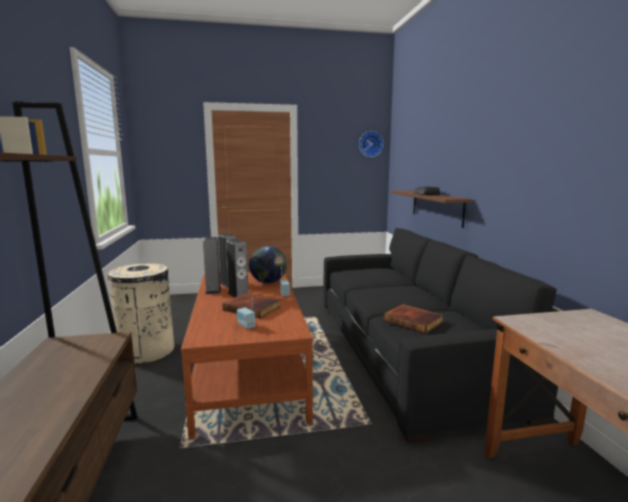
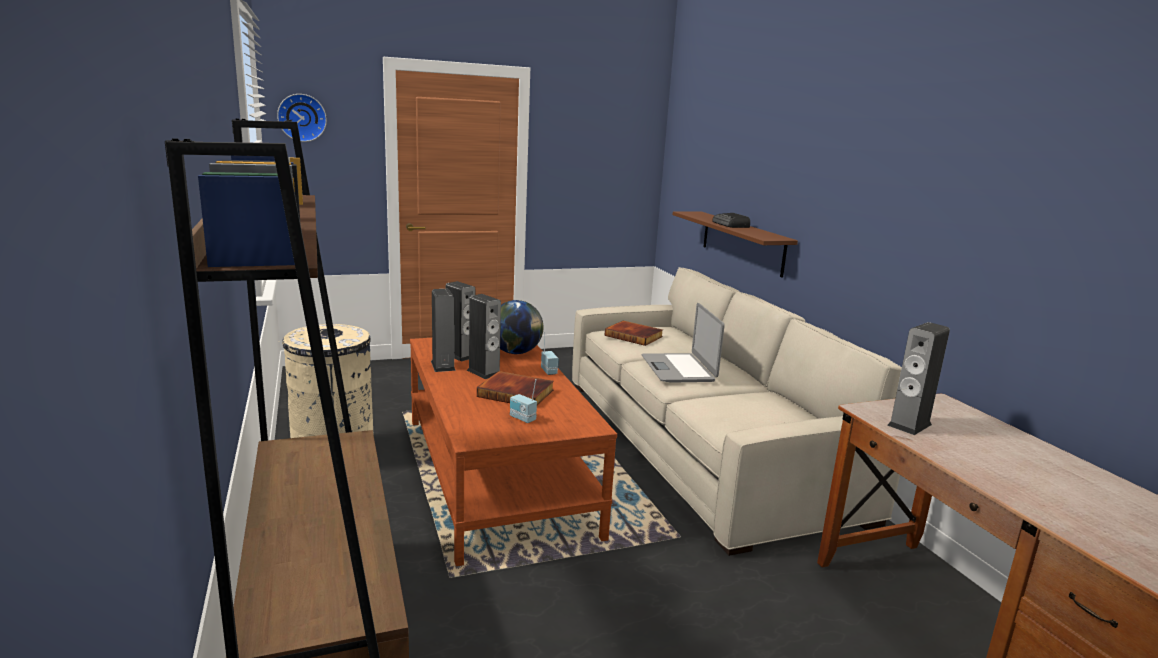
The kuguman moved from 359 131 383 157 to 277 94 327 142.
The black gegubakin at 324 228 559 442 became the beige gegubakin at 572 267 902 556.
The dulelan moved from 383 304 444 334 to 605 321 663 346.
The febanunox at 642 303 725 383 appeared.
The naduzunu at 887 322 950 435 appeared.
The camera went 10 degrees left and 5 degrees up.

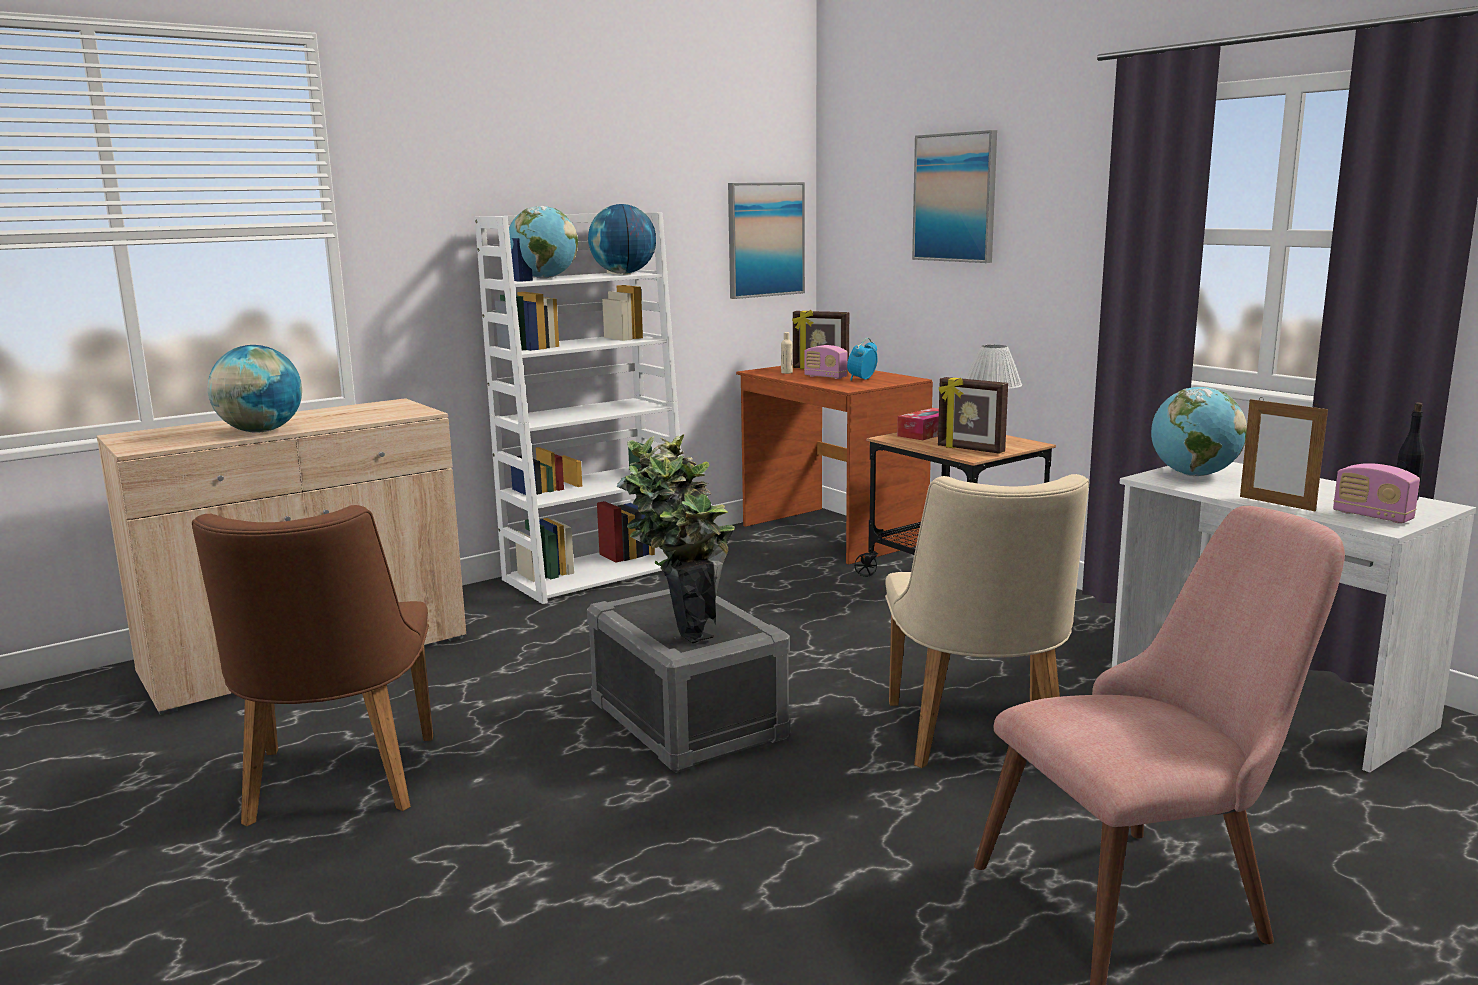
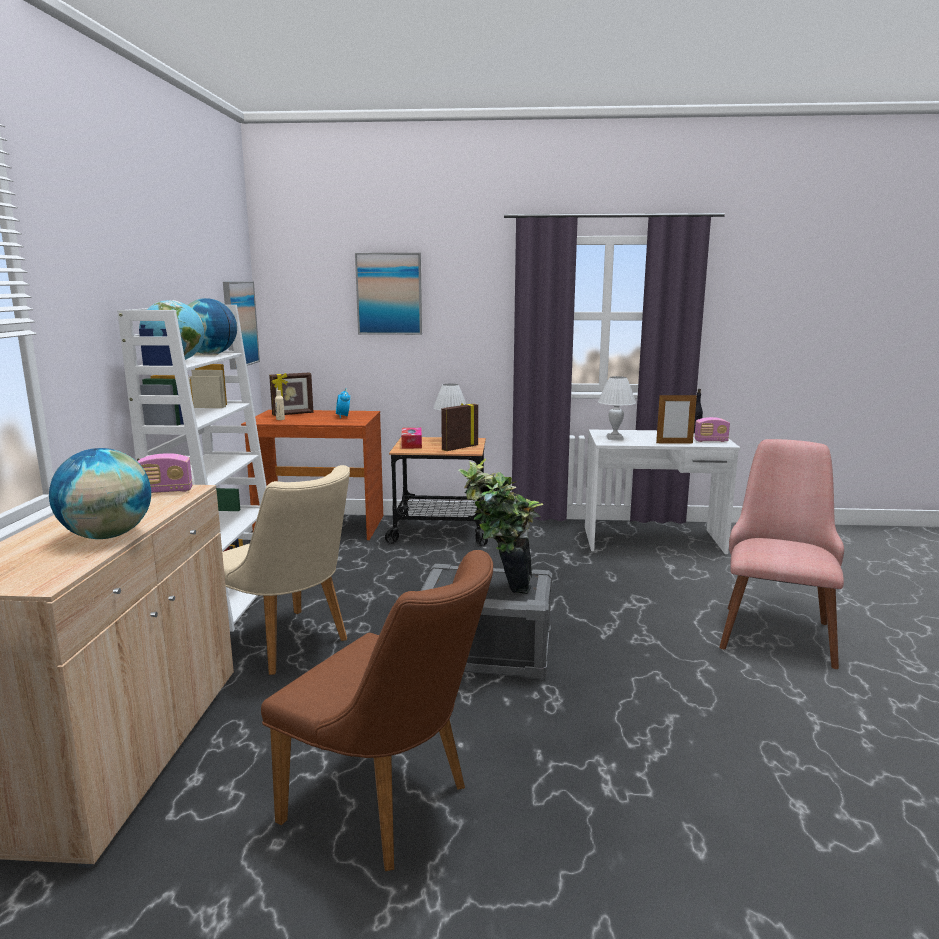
The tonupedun moved from 804 345 848 379 to 137 453 192 493.
The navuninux at 938 377 1008 454 turned 150 degrees clockwise.
The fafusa at 1151 387 1247 476 was replaced by the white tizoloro at 598 376 636 440.
The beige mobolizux moved from 885 474 1089 768 to 222 465 350 675.
The camera went 50 degrees left and 0 degrees up.

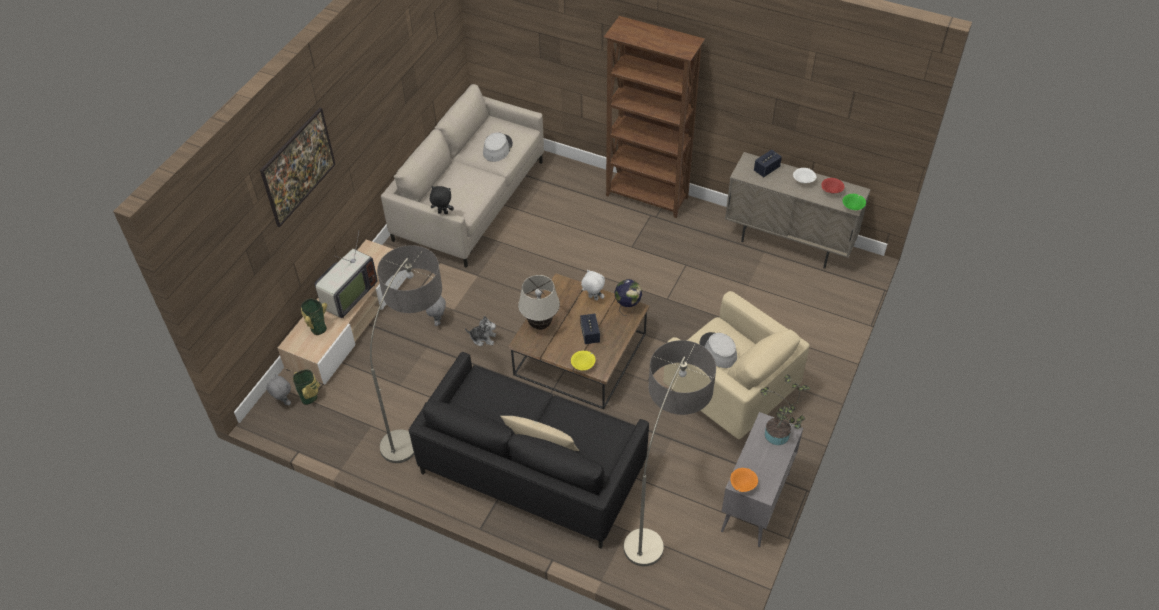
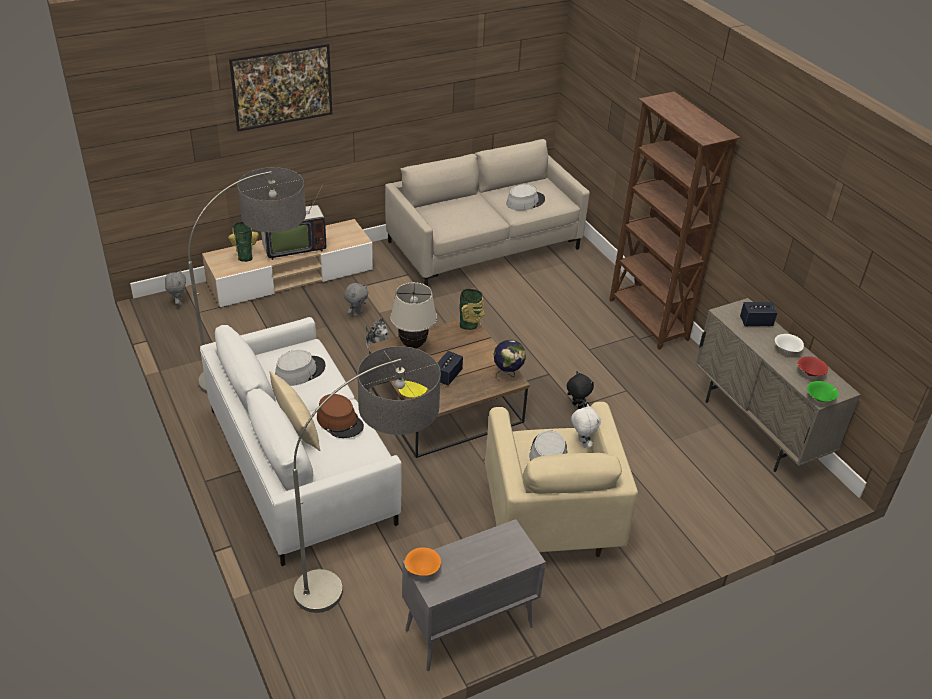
The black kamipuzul moved from 430 186 454 214 to 567 371 594 409.
The white kamipuzul moved from 581 270 605 301 to 571 404 601 448.
The black gegubakin at 409 352 649 549 became the white gegubakin at 200 317 402 566.
The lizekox moved from 293 369 320 405 to 459 289 485 330.
The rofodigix at 761 374 811 445 disappeared.
The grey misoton at 275 350 326 386 appeared.
The brown misoton at 317 394 364 438 appeared.
The camera went 35 degrees right and 10 degrees down.

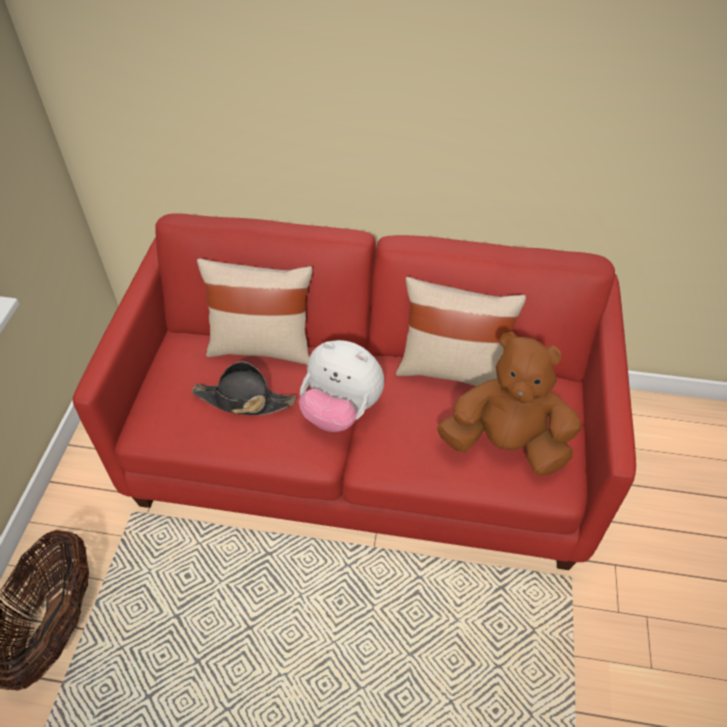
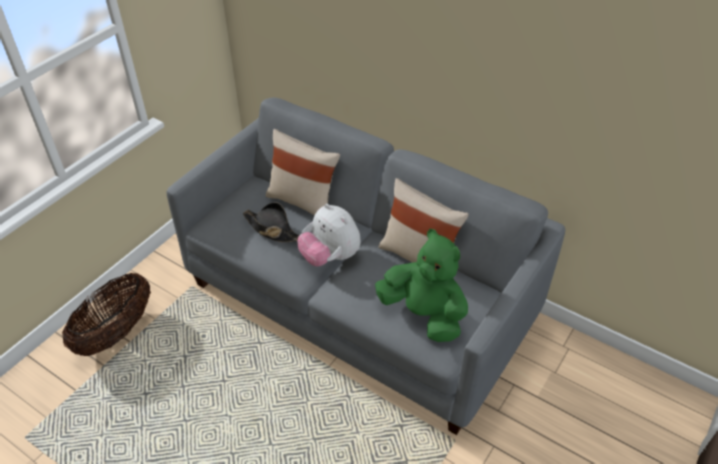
The red gegubakin at 73 213 636 570 became the grey gegubakin at 166 97 565 435.
The brown kamipuzul at 437 332 581 475 became the green kamipuzul at 375 229 468 342.
The camera went 25 degrees right and 5 degrees down.

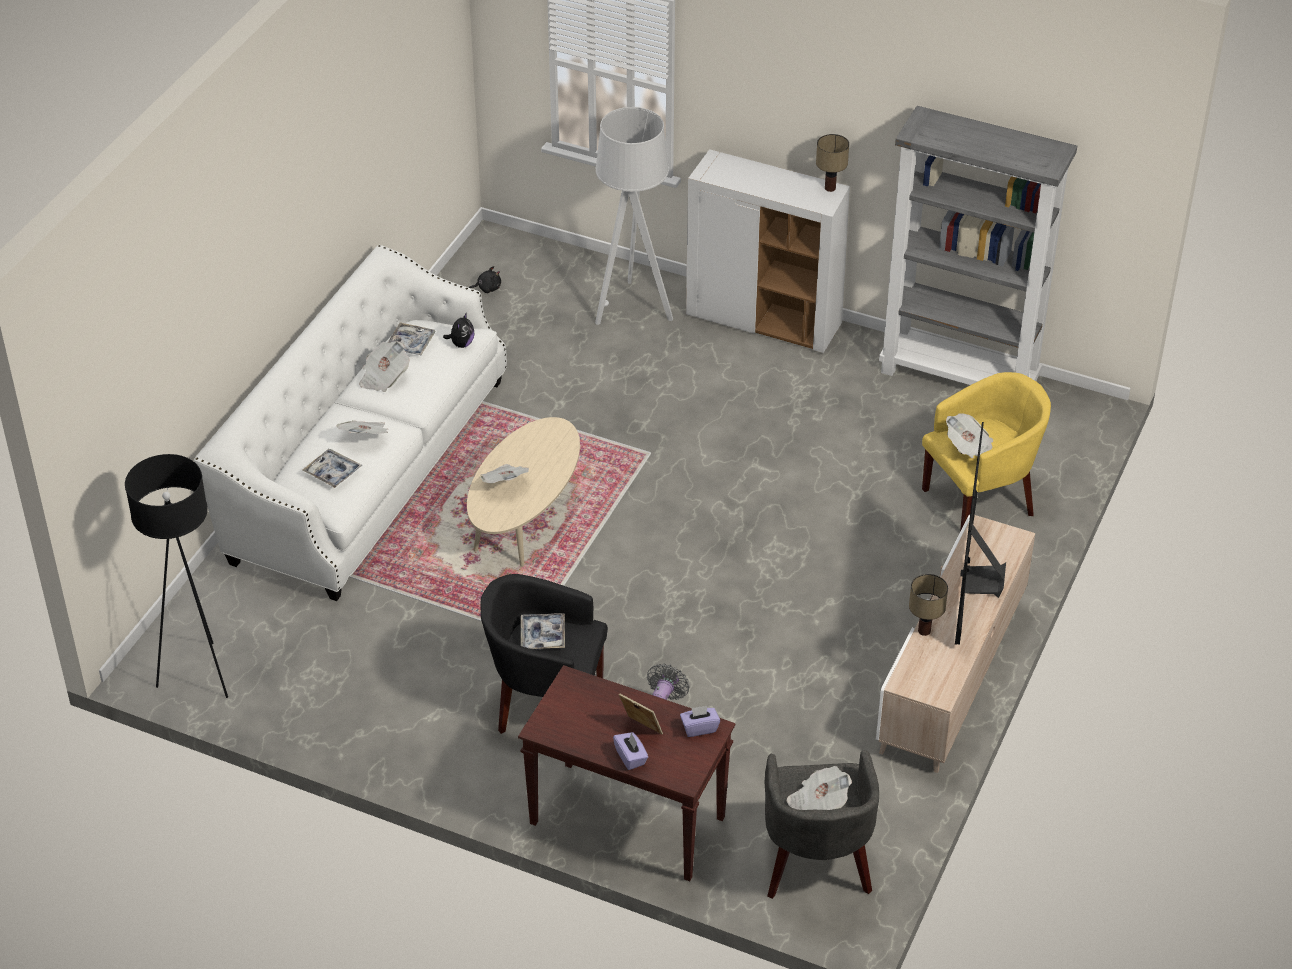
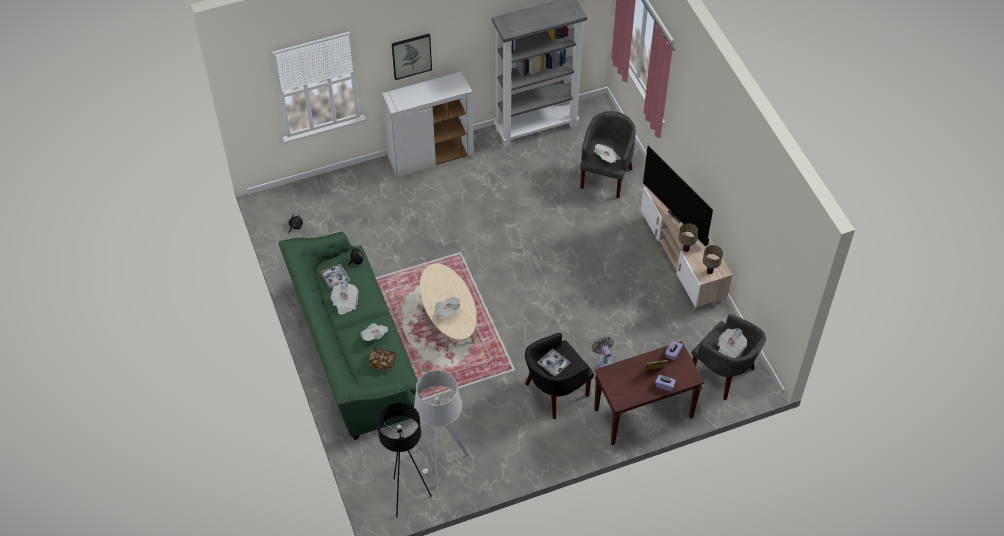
The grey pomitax moved from 595 107 673 325 to 414 370 469 488.
The tizoloro moved from 816 134 849 192 to 703 245 723 274.
The white gegubakin at 194 245 507 601 became the green gegubakin at 279 232 421 440.
The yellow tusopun at 922 372 1051 532 became the grey tusopun at 580 111 636 198.
The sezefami at 302 449 362 488 was replaced by the dulelan at 368 348 396 371.
The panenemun at 392 34 432 80 appeared.
The camera went 45 degrees left and 10 degrees up.

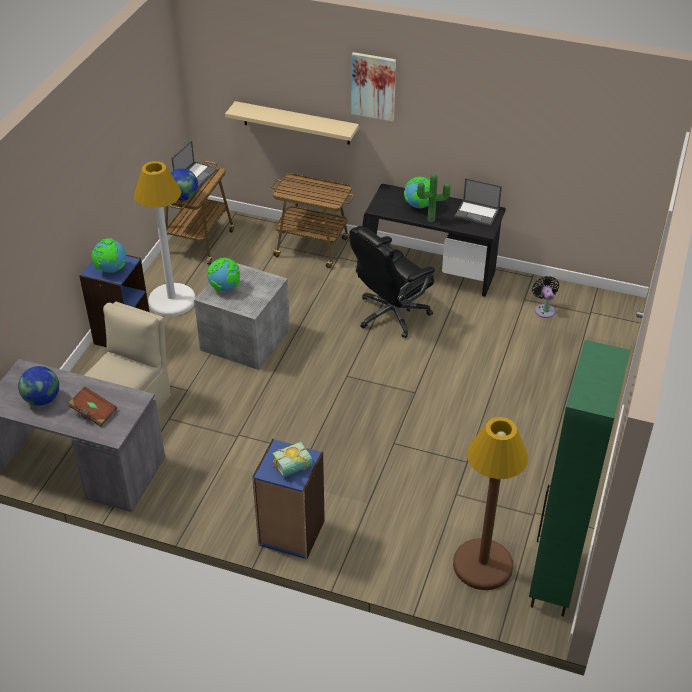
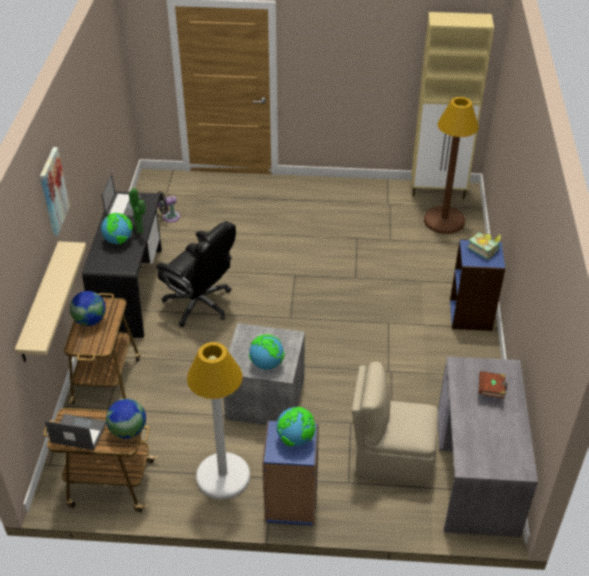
The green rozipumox at 529 340 630 617 became the beige rozipumox at 412 12 494 199.
The fafusa moved from 18 366 59 406 to 70 291 106 326.
The camera went 105 degrees left and 0 degrees up.

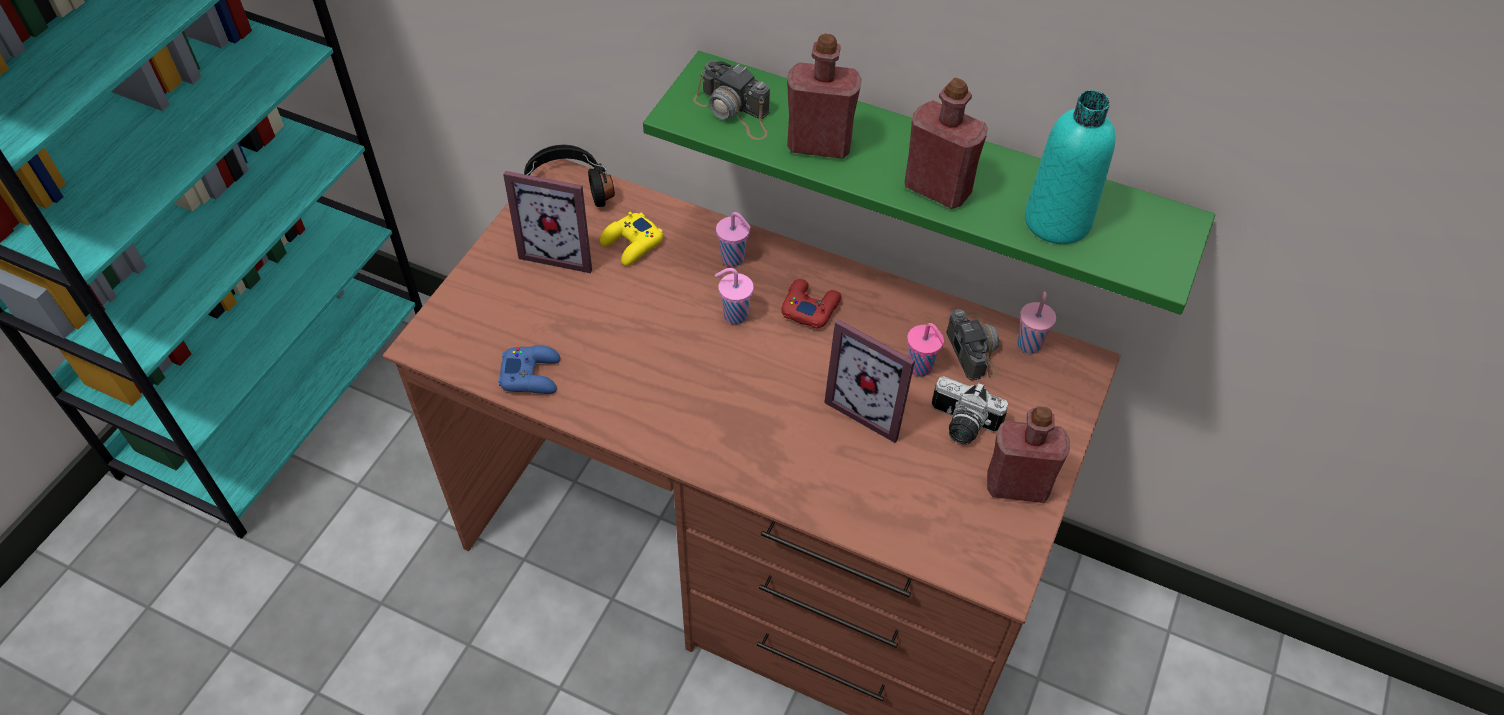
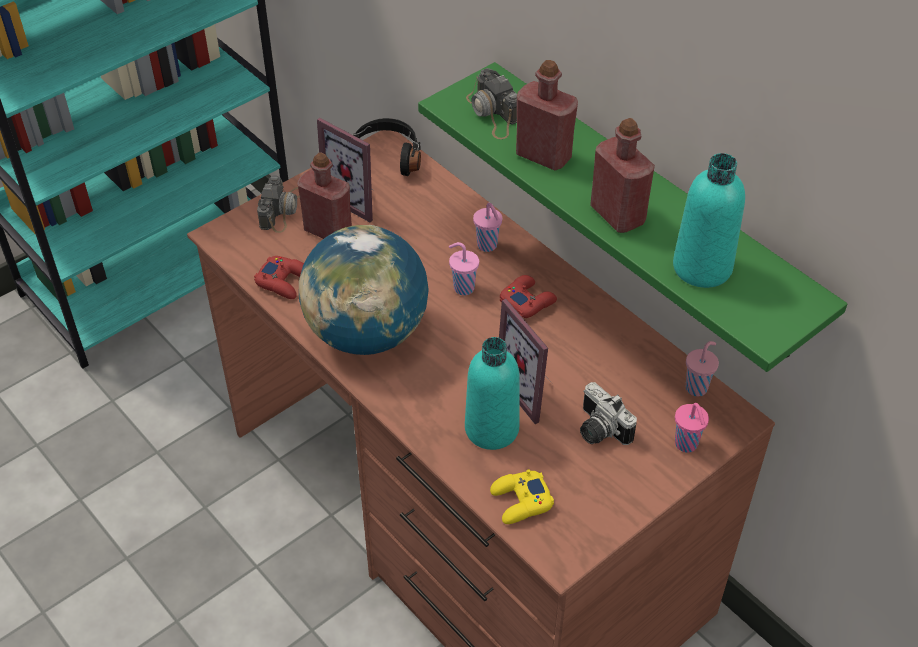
The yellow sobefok moved from 600 212 663 266 to 490 469 554 524.
The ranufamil moved from 946 309 999 381 to 257 175 300 233.
The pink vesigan moved from 907 323 945 377 to 675 403 709 453.
The blue sobefok at 498 345 560 394 became the red sobefok at 254 256 304 299.
The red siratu moved from 987 406 1070 503 to 297 152 352 239.
The fafusa at 299 225 429 355 appeared.
The turquoise siratu at 465 337 520 450 appeared.
The camera went 25 degrees right and 5 degrees down.

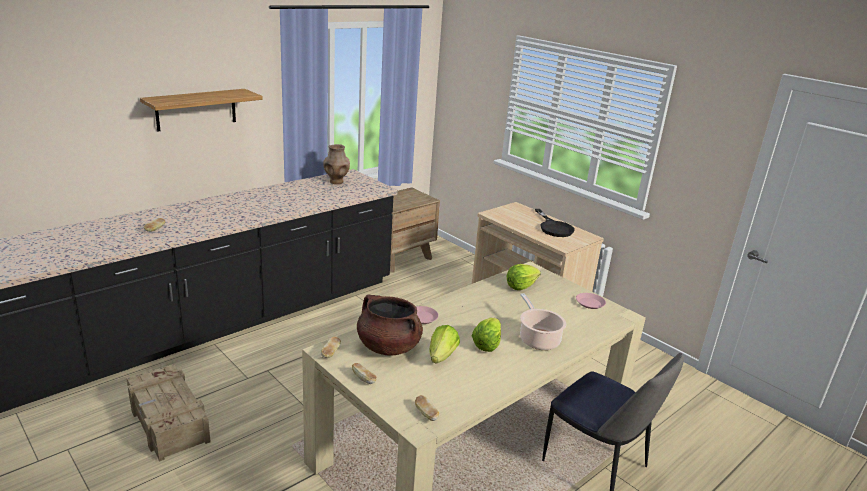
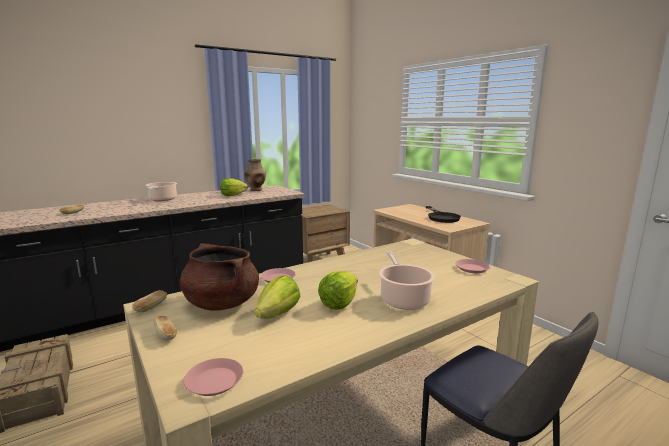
The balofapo at 140 89 263 131 disappeared.
The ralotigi moved from 506 264 541 290 to 220 178 248 196.
The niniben at 415 395 439 421 was replaced by the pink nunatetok at 184 358 243 396.
The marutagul at 146 182 177 201 appeared.
The camera went 10 degrees right and 10 degrees down.

